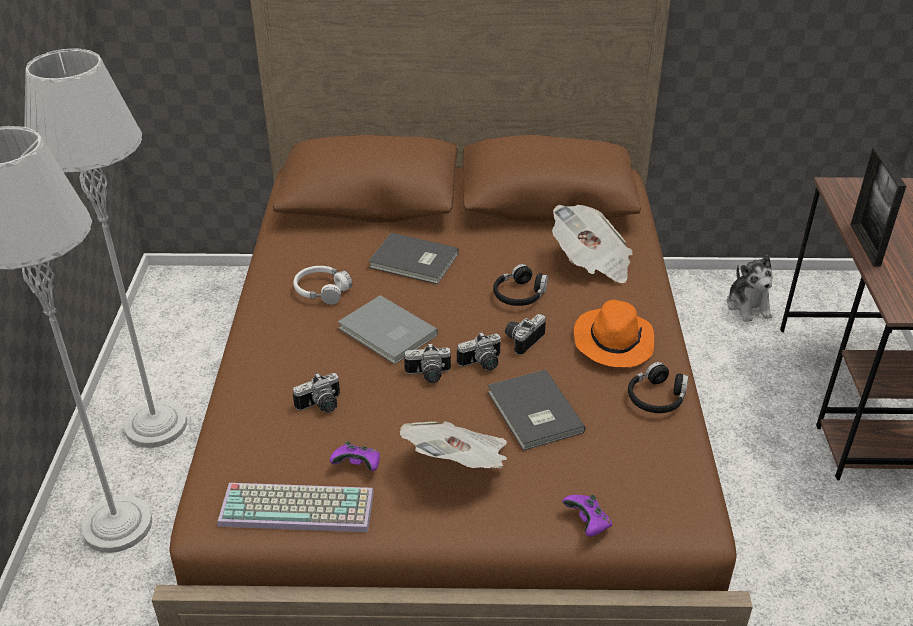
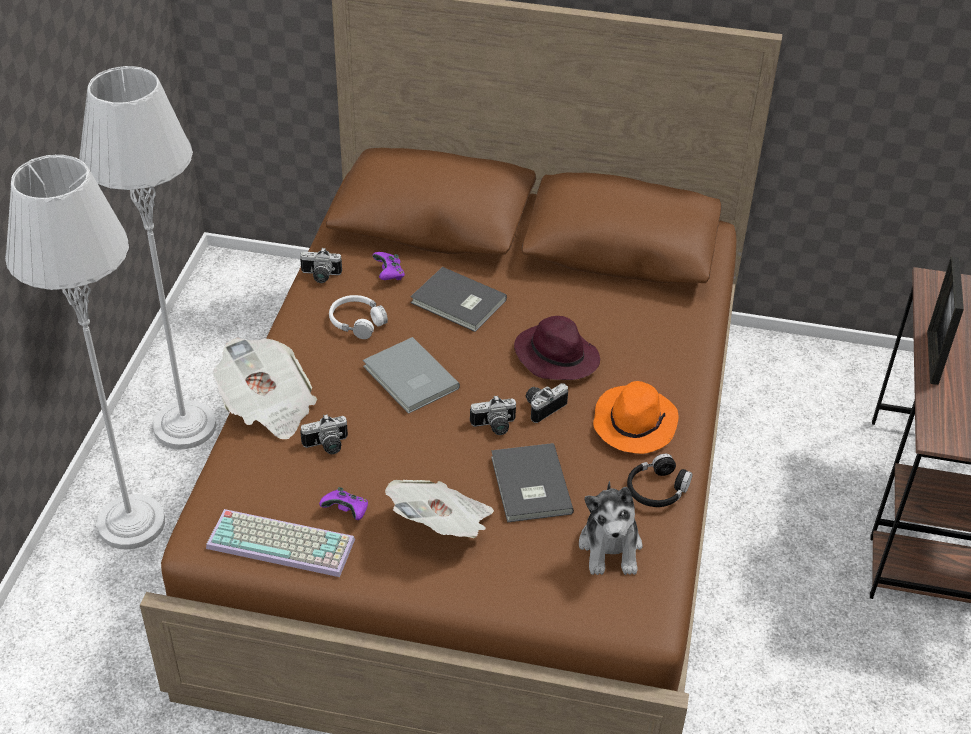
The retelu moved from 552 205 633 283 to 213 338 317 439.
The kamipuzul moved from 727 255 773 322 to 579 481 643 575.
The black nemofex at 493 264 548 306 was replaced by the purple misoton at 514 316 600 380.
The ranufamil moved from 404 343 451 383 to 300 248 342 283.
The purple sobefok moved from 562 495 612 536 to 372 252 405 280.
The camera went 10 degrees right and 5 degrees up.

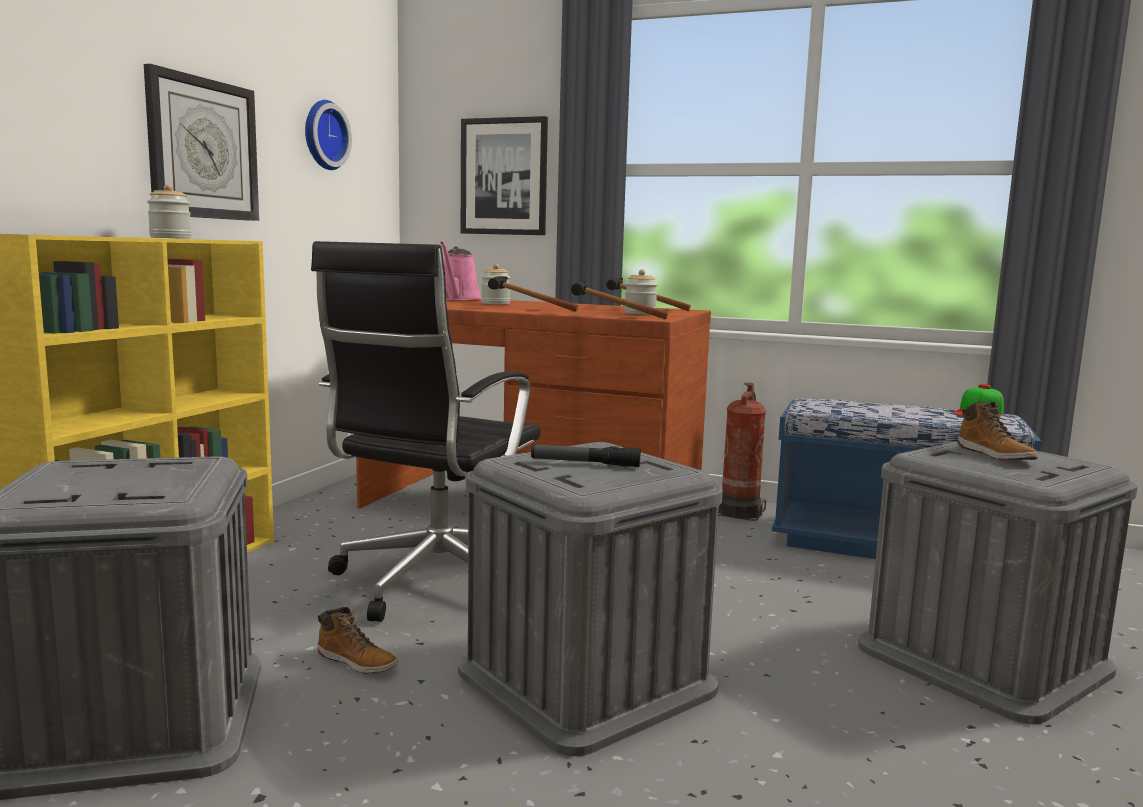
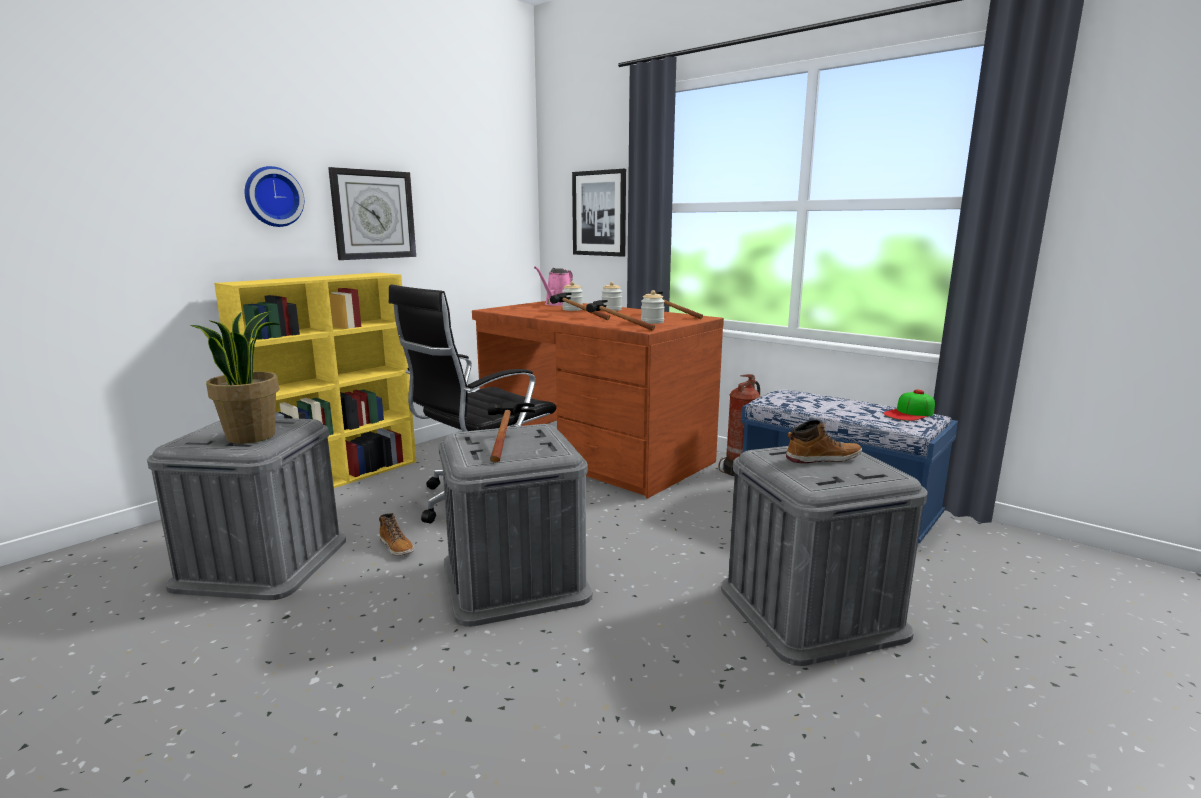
The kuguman moved from 305 100 352 170 to 245 166 304 227.
The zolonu moved from 147 184 192 239 to 601 282 622 311.
The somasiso at 957 402 1038 460 turned 105 degrees counterclockwise.
The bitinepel at 531 444 641 467 was replaced by the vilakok at 488 402 535 463.
The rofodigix at 190 311 281 444 appeared.
The camera went 20 degrees right and 5 degrees up.

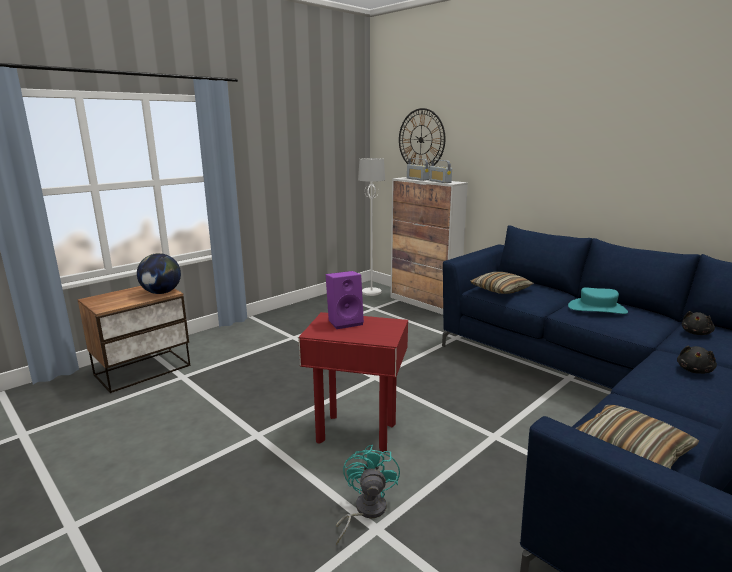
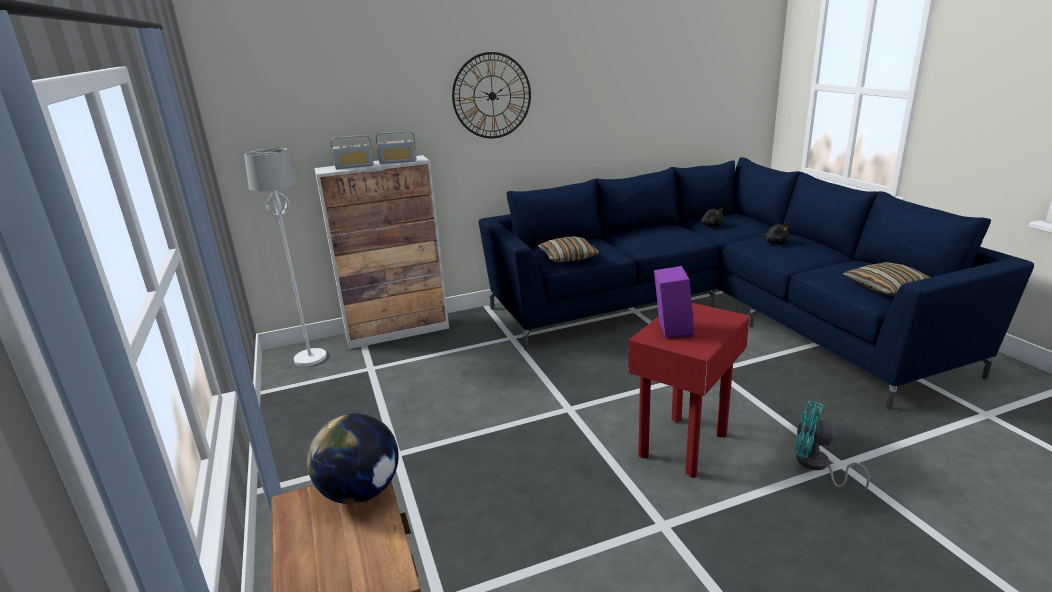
The kuguman moved from 399 108 445 165 to 452 52 531 138.
The turquoise misoton at 568 287 628 314 disappeared.
The camera went 65 degrees left and 5 degrees up.

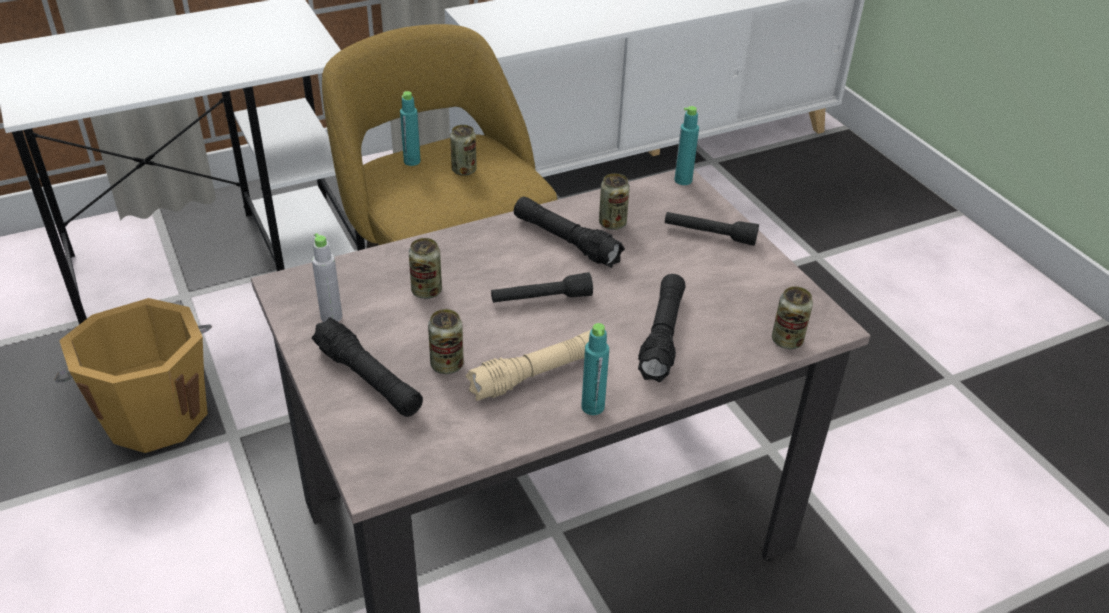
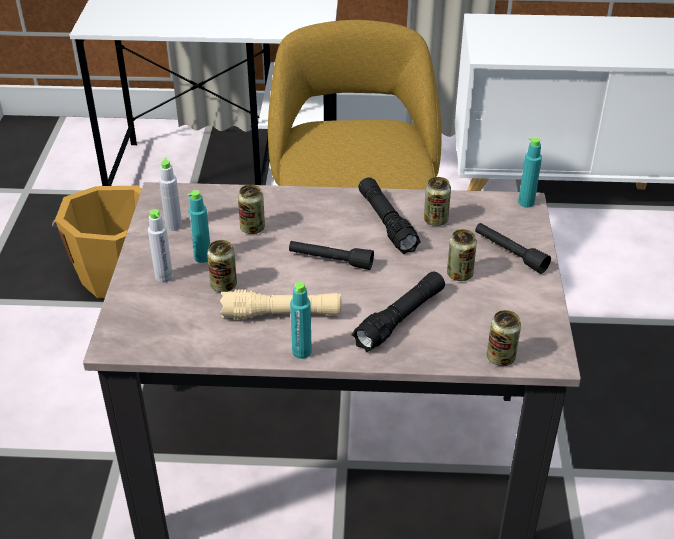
The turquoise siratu moved from 400 91 421 166 to 188 190 210 263.
The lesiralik moved from 450 125 477 176 to 447 229 477 281.
The black bitinepel at 312 318 423 417 was replaced by the grey siratu at 148 209 173 283.
The camera went 30 degrees right and 0 degrees up.

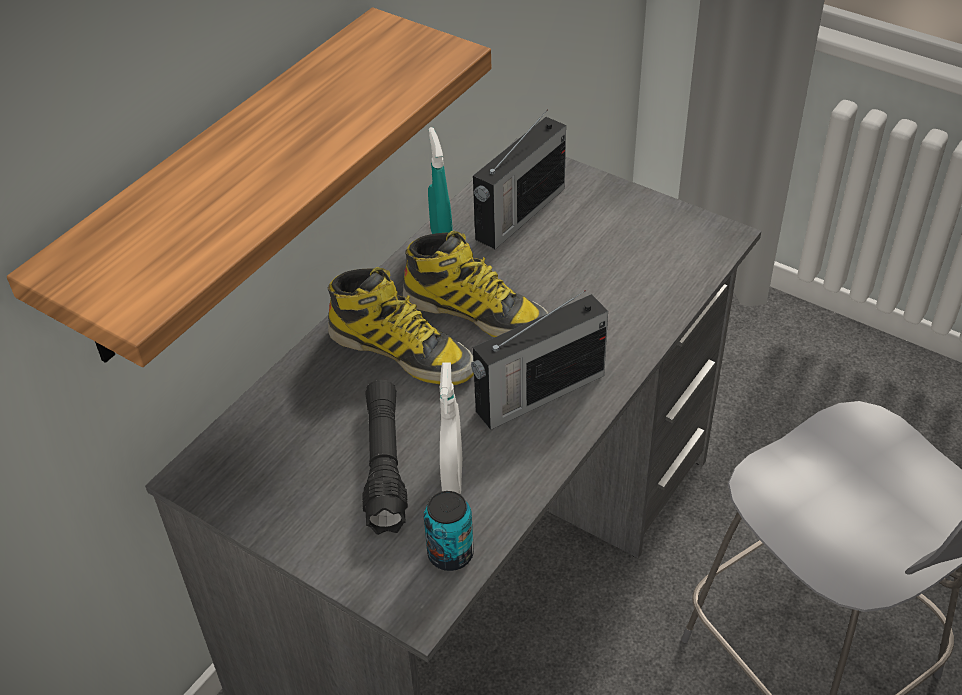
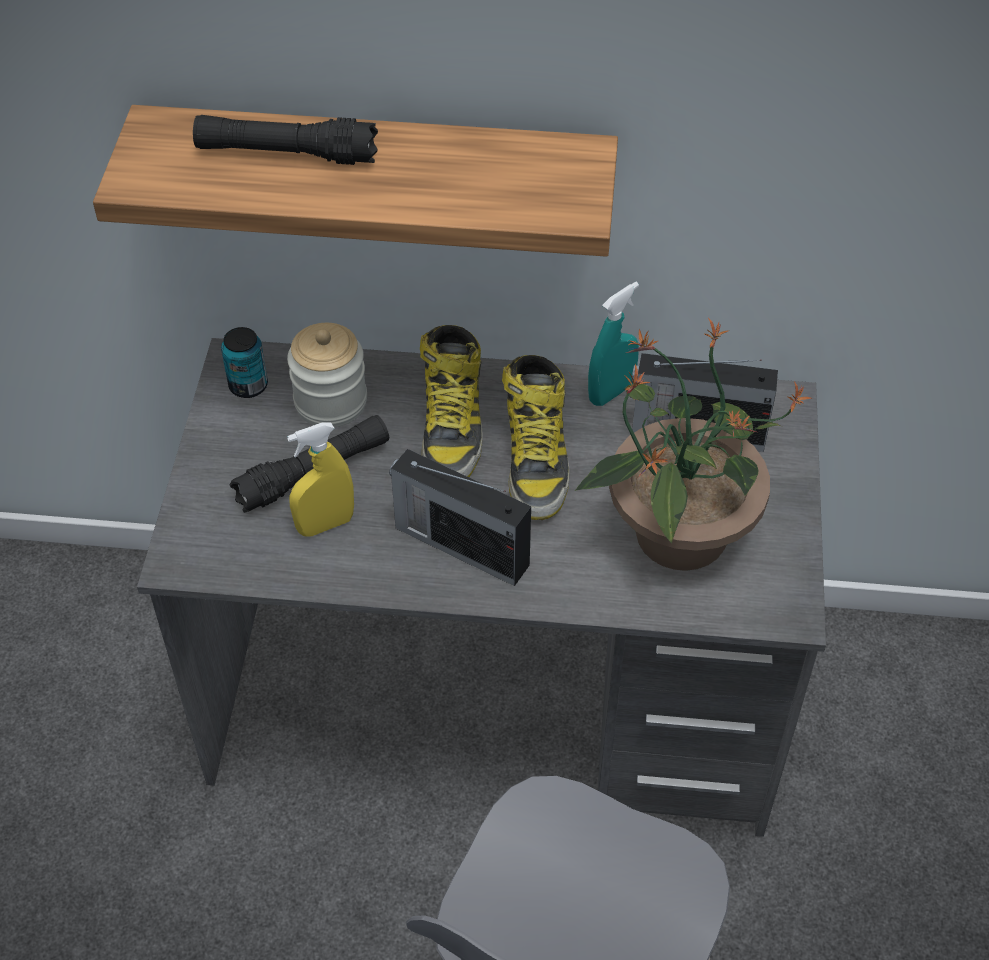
The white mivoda at 440 362 462 494 became the yellow mivoda at 287 422 354 537.
The lesiralik moved from 424 491 474 571 to 221 327 268 398.
The black bitinepel at 193 115 378 165 appeared.
The rofodigix at 575 318 812 571 appeared.
The zolonu at 287 323 367 427 appeared.
The camera went 60 degrees right and 5 degrees up.

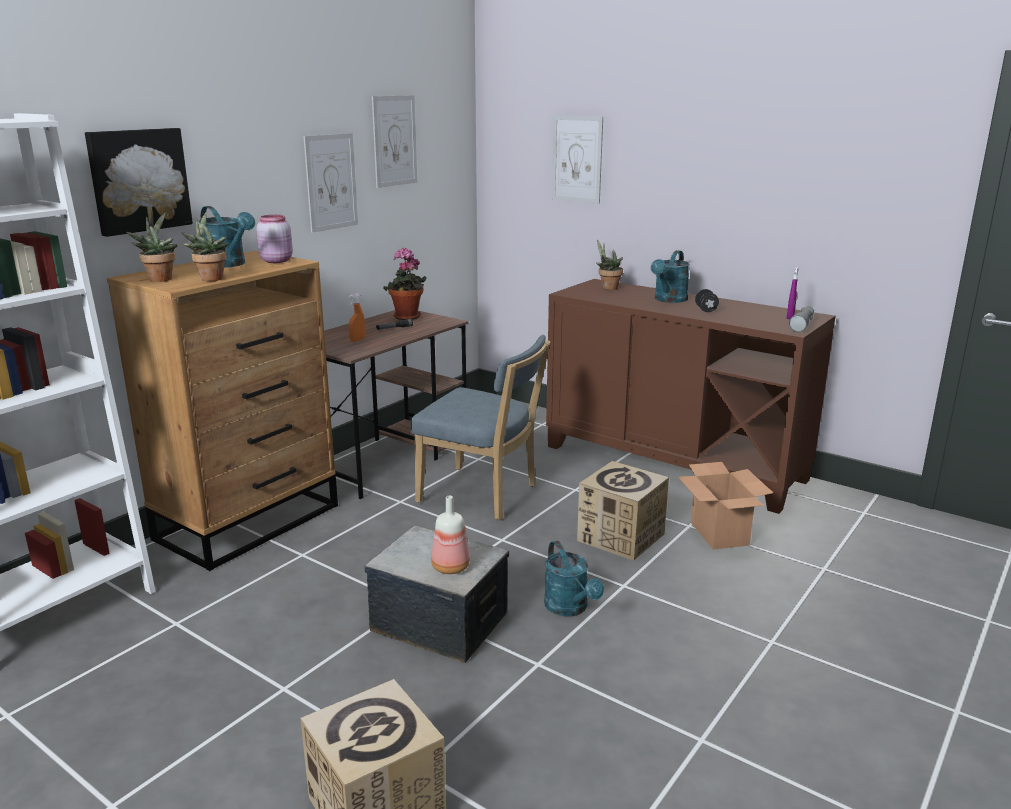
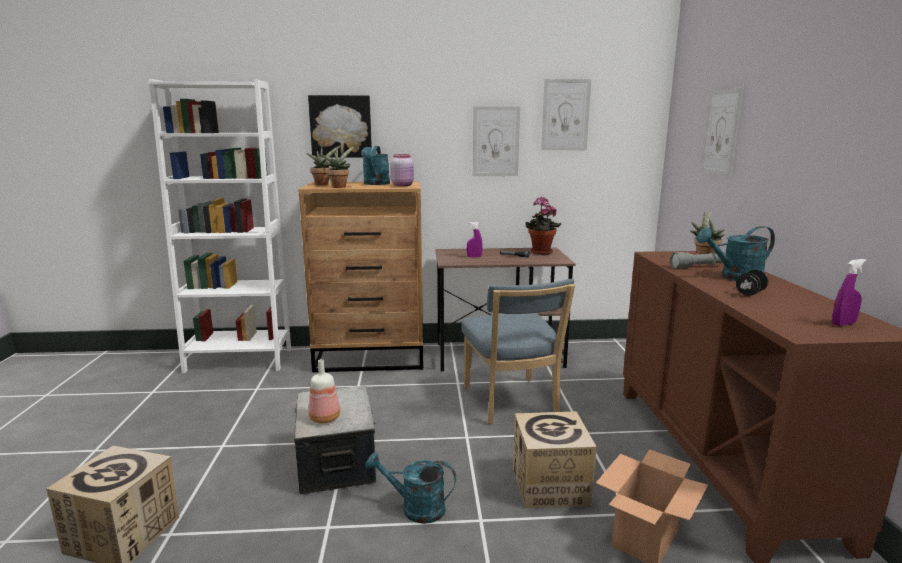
The orange mivoda at 349 293 365 342 became the purple mivoda at 467 222 483 258.
The grey bitinepel moved from 789 306 814 332 to 670 252 722 268.
The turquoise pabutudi at 544 541 604 616 turned 75 degrees clockwise.
The camera went 50 degrees right and 5 degrees down.

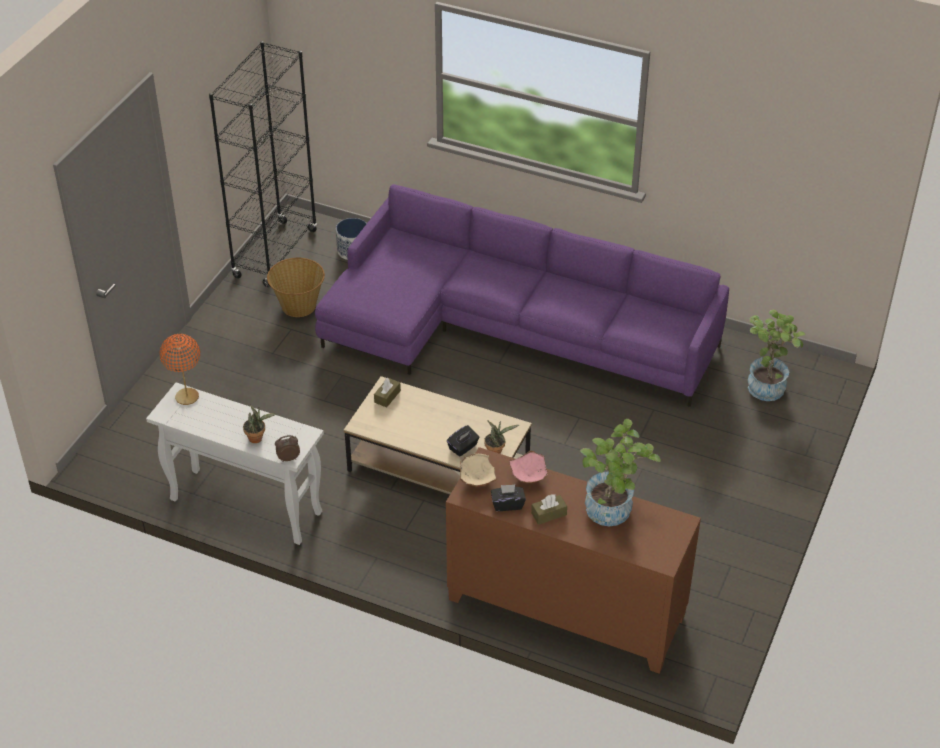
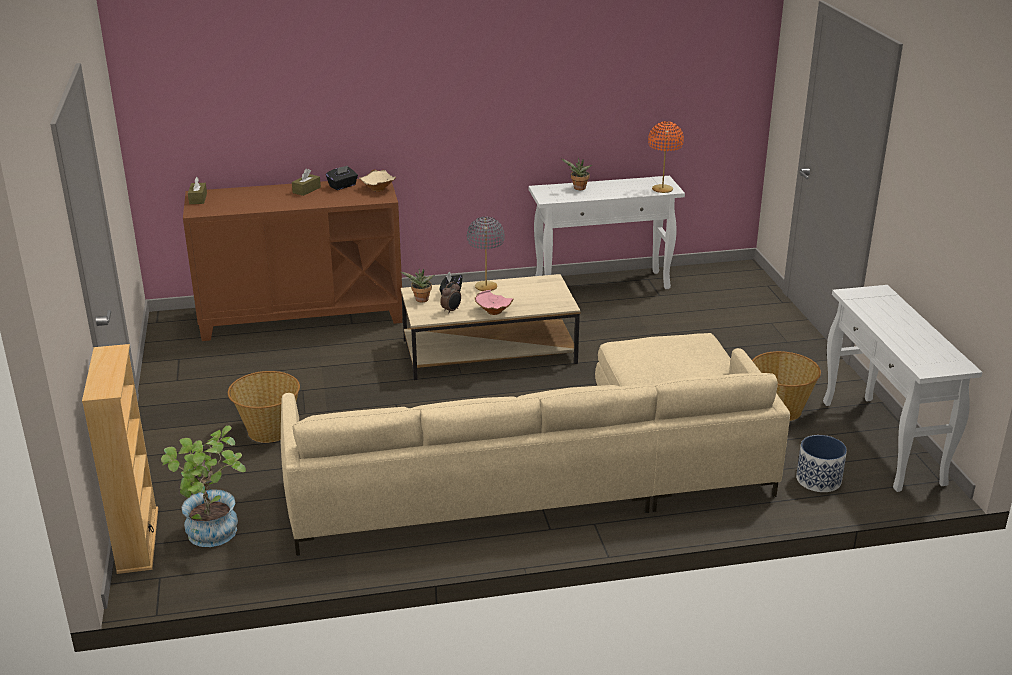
The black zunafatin at 209 41 317 287 was replaced by the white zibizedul at 823 285 982 492.
The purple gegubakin at 315 184 729 407 became the beige gegubakin at 281 333 790 556.
The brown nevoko moved from 374 378 401 408 to 188 177 207 204.
The rofodigix at 580 419 661 526 disappeared.
The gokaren moved from 275 435 300 462 to 440 282 461 314.
The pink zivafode moved from 509 451 548 483 to 475 290 514 315.
The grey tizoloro at 467 216 505 291 appeared.
The beige zunafatin at 82 344 158 574 appeared.
The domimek at 228 371 300 443 appeared.
The camera went 145 degrees right and 15 degrees down.

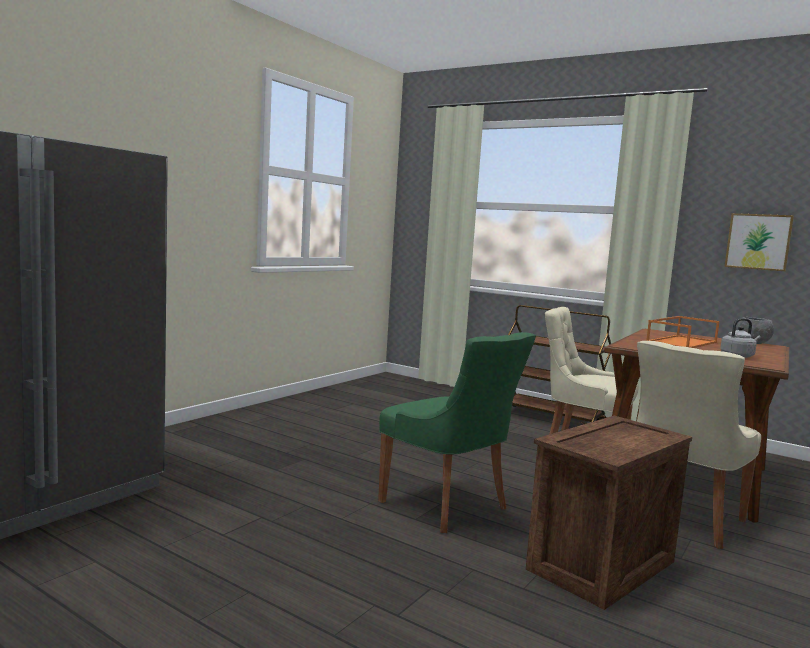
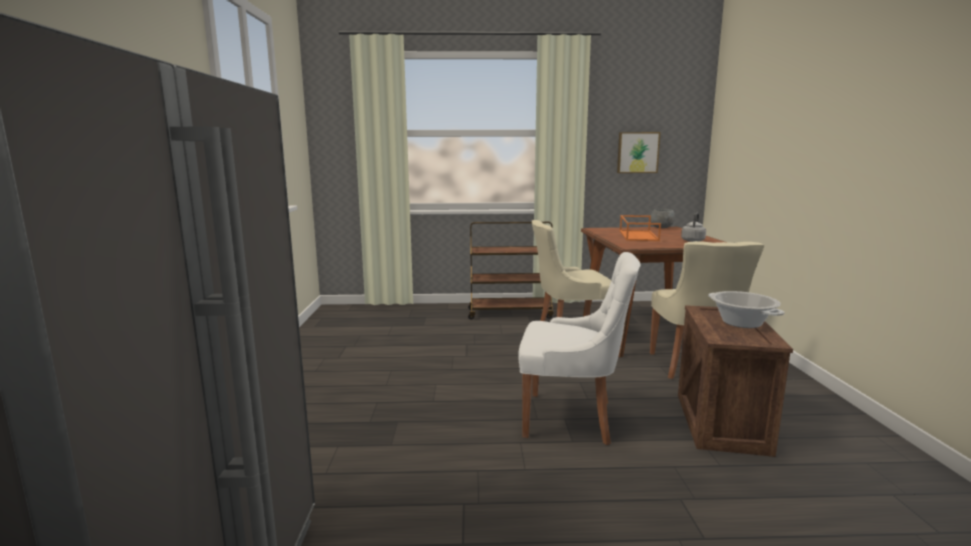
The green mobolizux at 378 332 536 533 became the white mobolizux at 518 252 641 445.
The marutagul at 708 291 785 328 appeared.
The camera went 35 degrees left and 5 degrees up.

